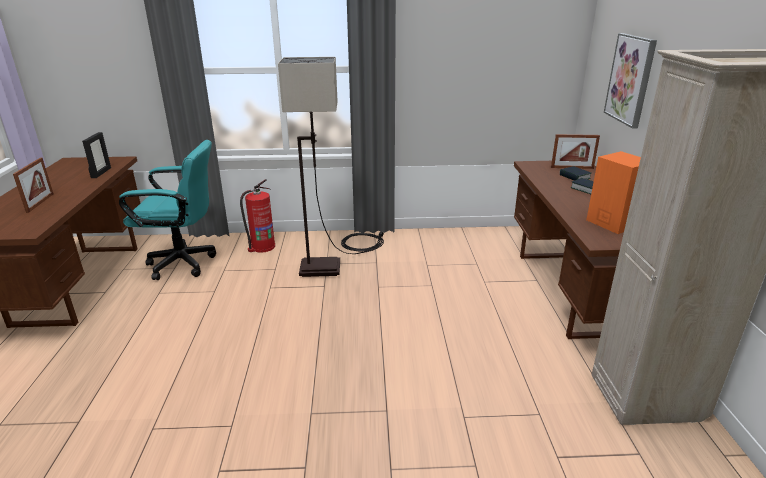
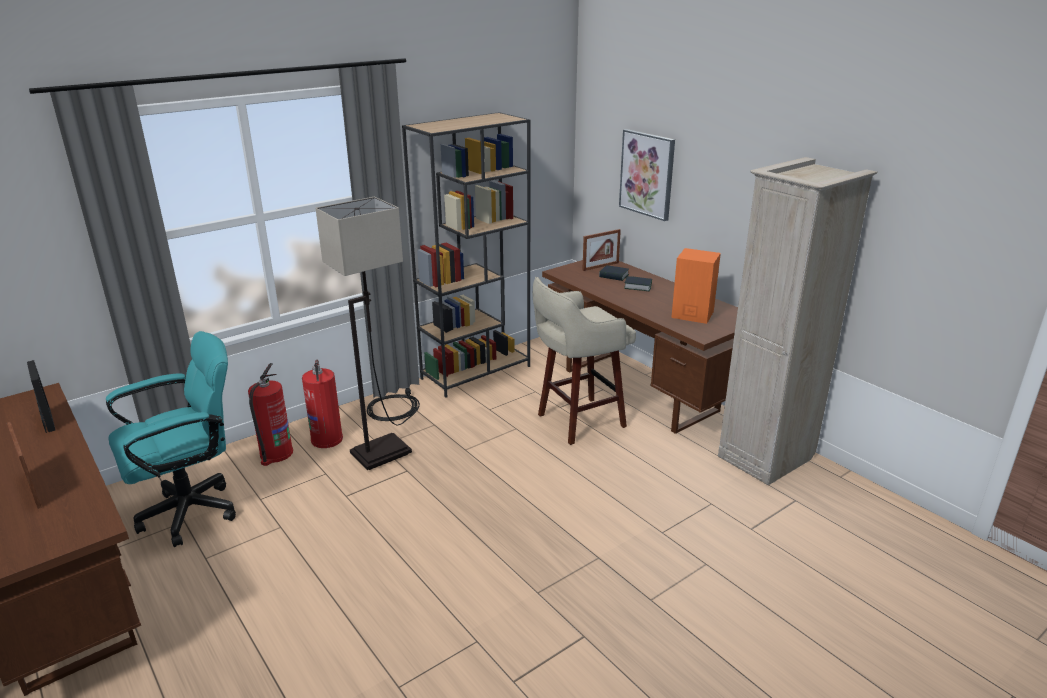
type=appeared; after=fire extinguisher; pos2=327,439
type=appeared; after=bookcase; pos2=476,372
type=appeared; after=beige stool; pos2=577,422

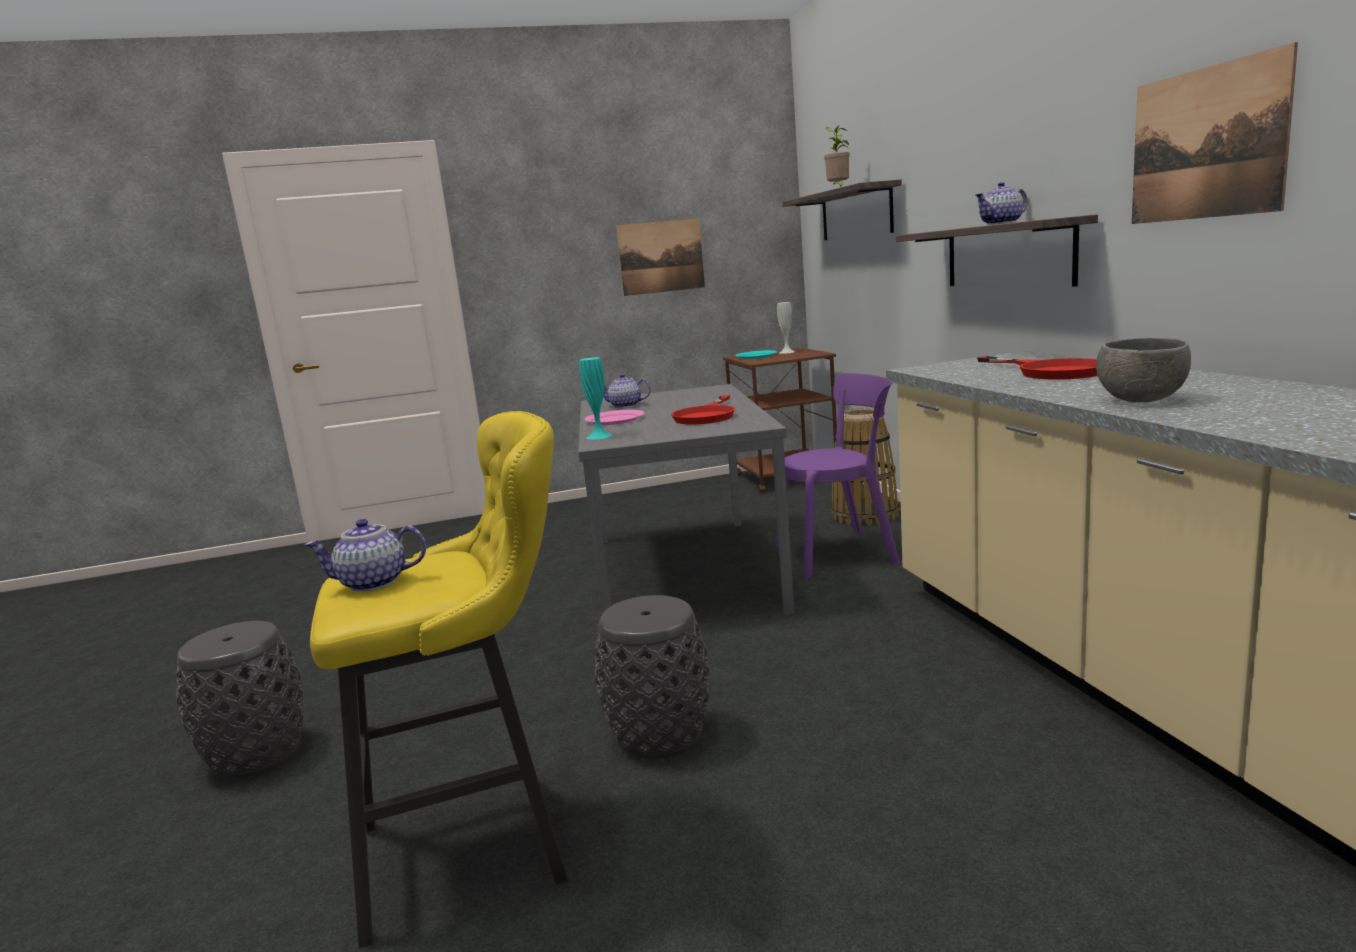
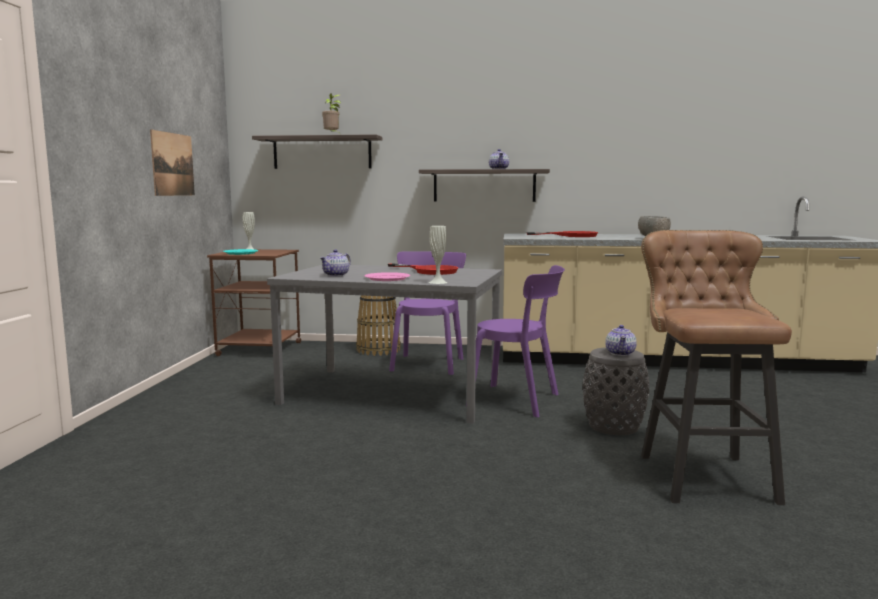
type=missing; before=grey stool; pos1=257,755
type=missing; before=picture; pos1=1206,144
type=appeared; after=purple chair; pos2=518,401
type=relocated; before=teapot; pos1=374,583; pos2=620,353
type=colour; before=yellow stool; after=brown stool; pos1=489,843; pos2=701,471
type=colour; before=turquoise vase; after=white vase; pos1=599,436; pos2=438,282

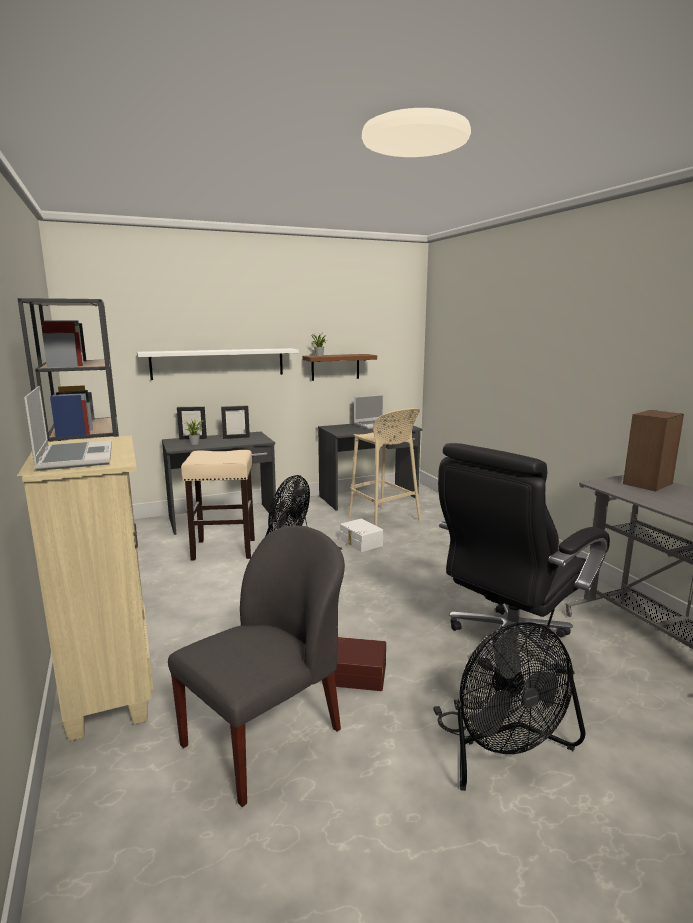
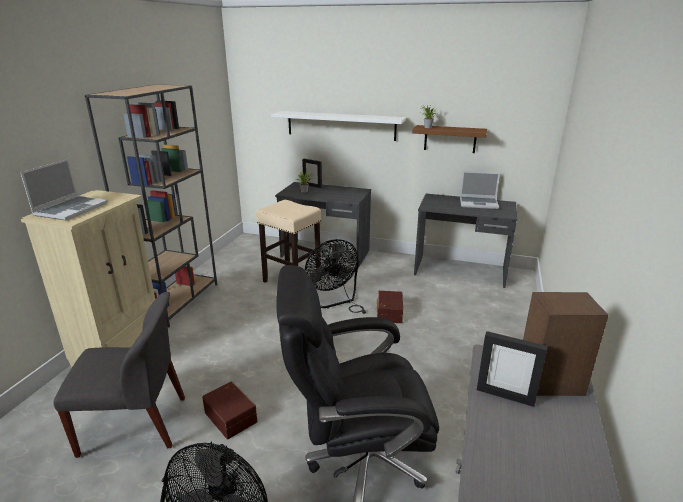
type=missing; before=beige stool; pos1=383,520
type=relocated; before=picture frame; pos1=236,437; pos2=505,395
type=colour; before=white storage box; after=brown storage box; pos1=360,543; pos2=388,313

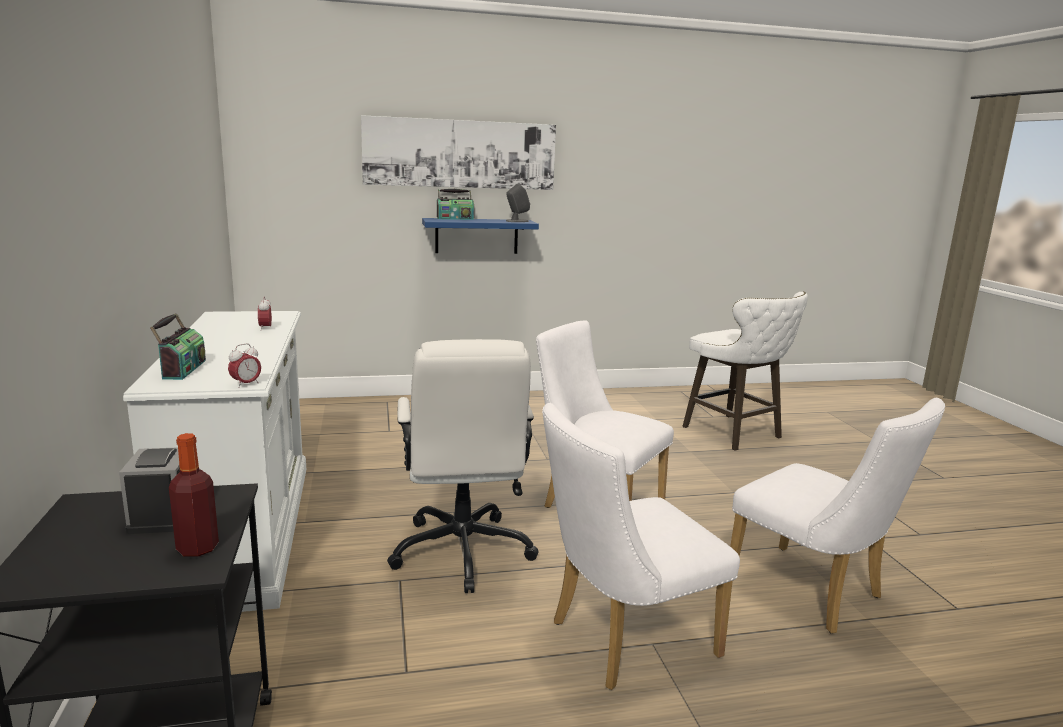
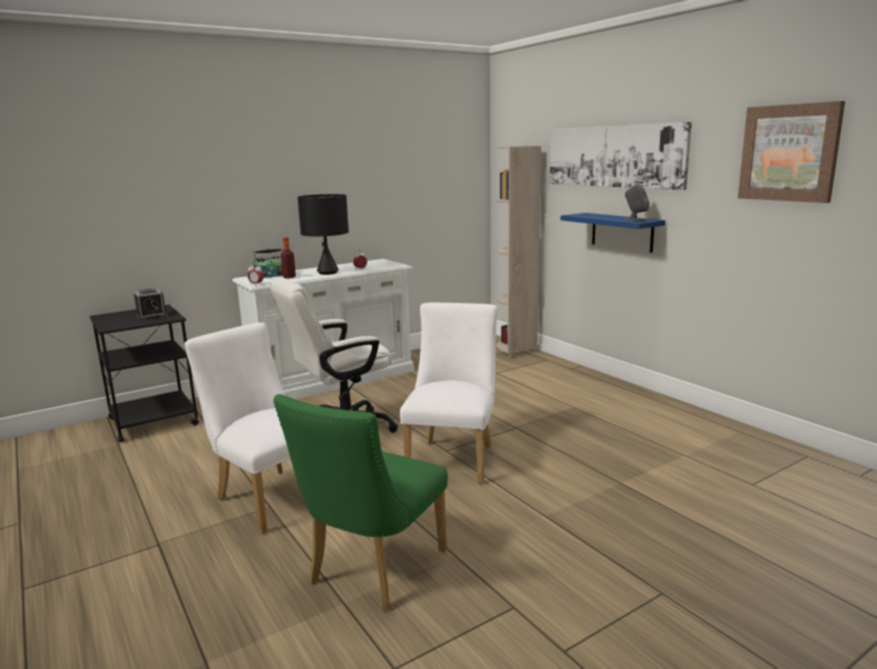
type=missing; before=radio; pos1=455,218
type=missing; before=white stool; pos1=735,433
type=appeared; after=black table lamp; pos2=328,273
type=appeared; after=beige bookcase; pos2=513,351
type=appeared; after=picture; pos2=789,153
type=relocated; before=bottle; pos1=197,548; pos2=289,277
type=colour; before=white chair; after=green chair; pos1=814,593; pos2=371,571

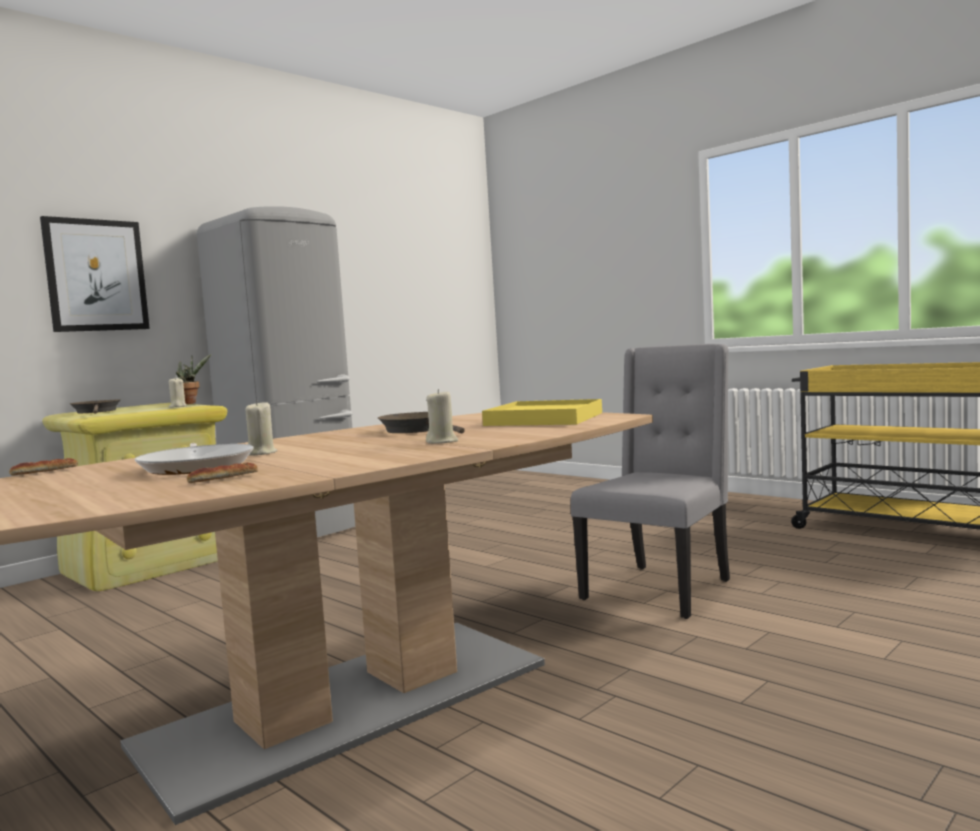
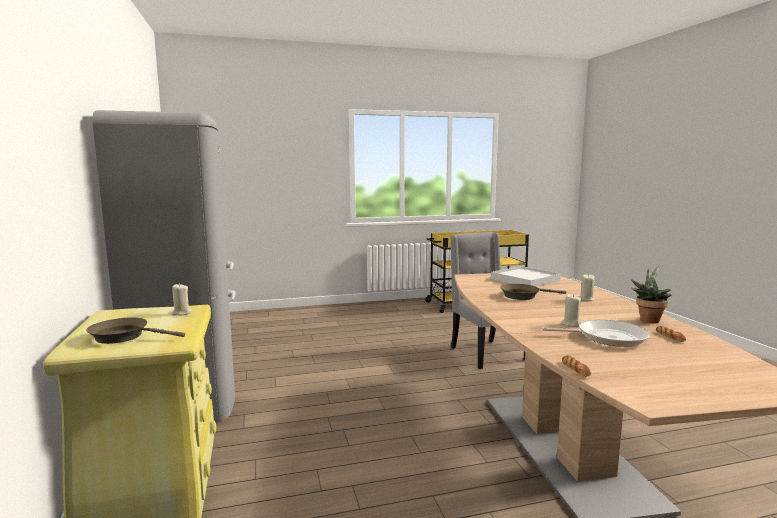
type=missing; before=picture; pos1=96,275
type=relocated; before=potted plant; pos1=190,403; pos2=648,319
type=colour; before=yellow tray; after=white tray; pos1=544,419; pos2=525,280

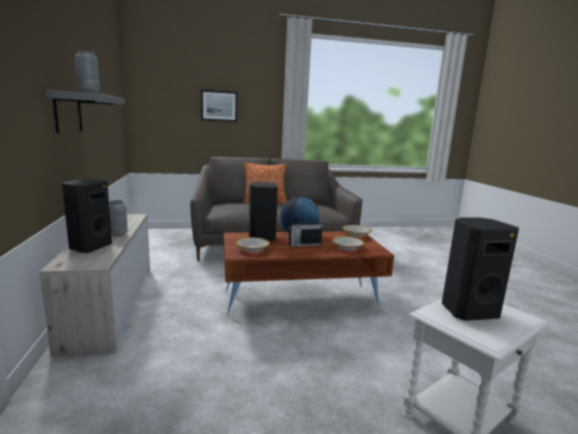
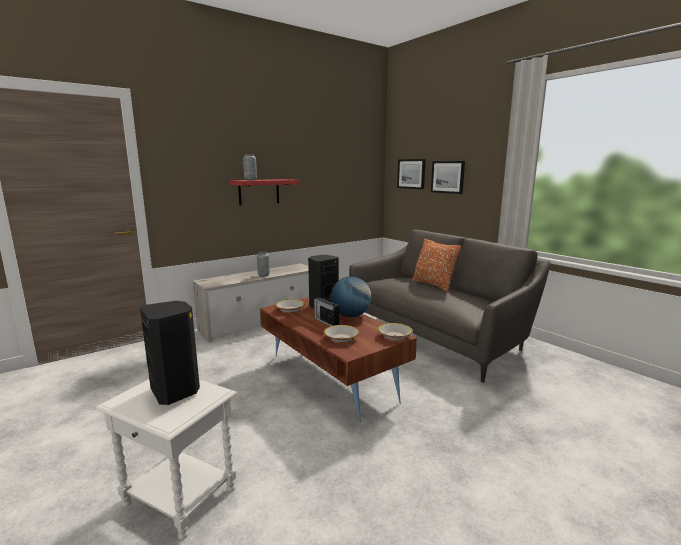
type=missing; before=black speaker; pos1=89,247
type=appeared; after=picture; pos2=411,174
type=colour; before=grey shelf; after=red shelf; pos1=68,112; pos2=259,192

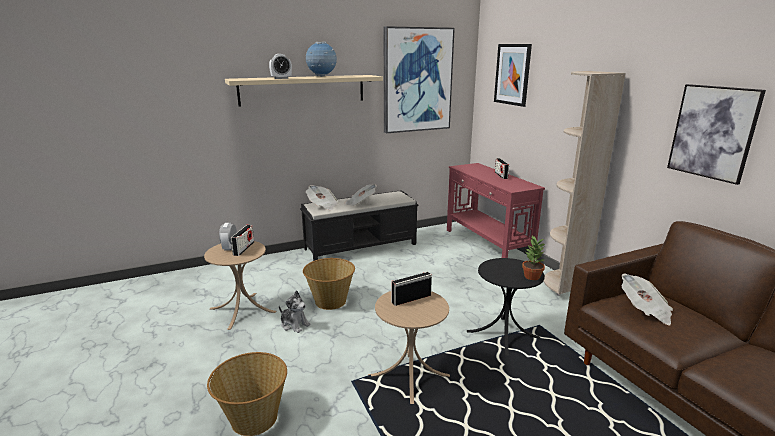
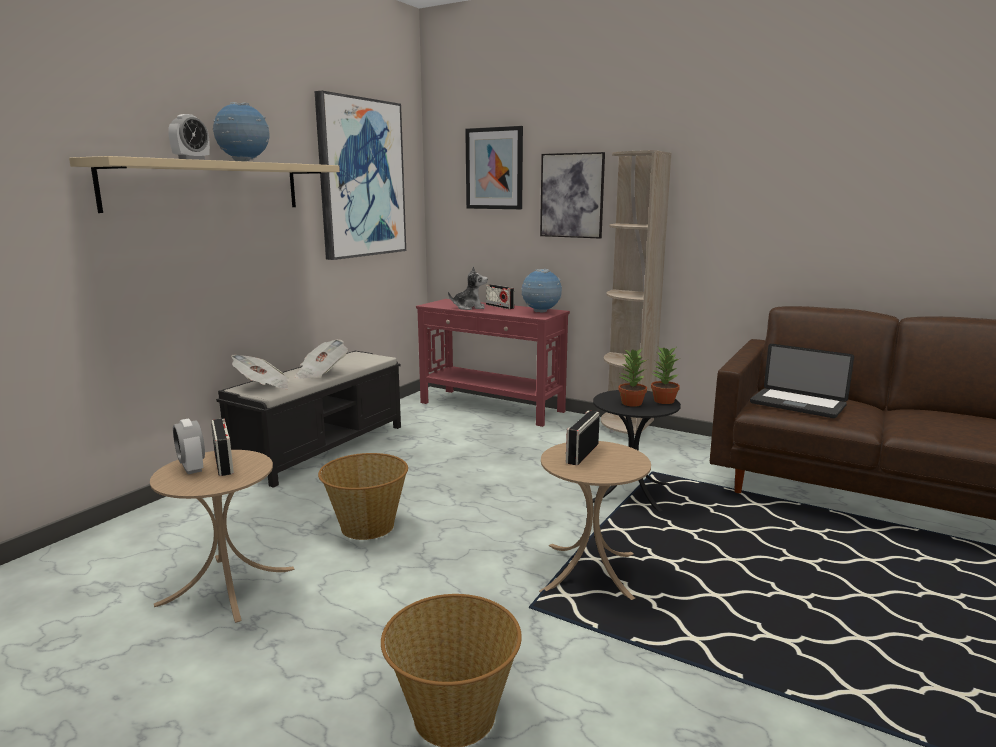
type=appeared; after=globe; pos2=541,312
type=appeared; after=potted plant; pos2=631,403
type=relocated; before=plush toy; pos1=294,324; pos2=469,308
type=relocated; before=picture; pos1=713,132; pos2=572,195
type=exchanged; before=newspaper; after=laptop; pos1=644,311; pos2=797,404

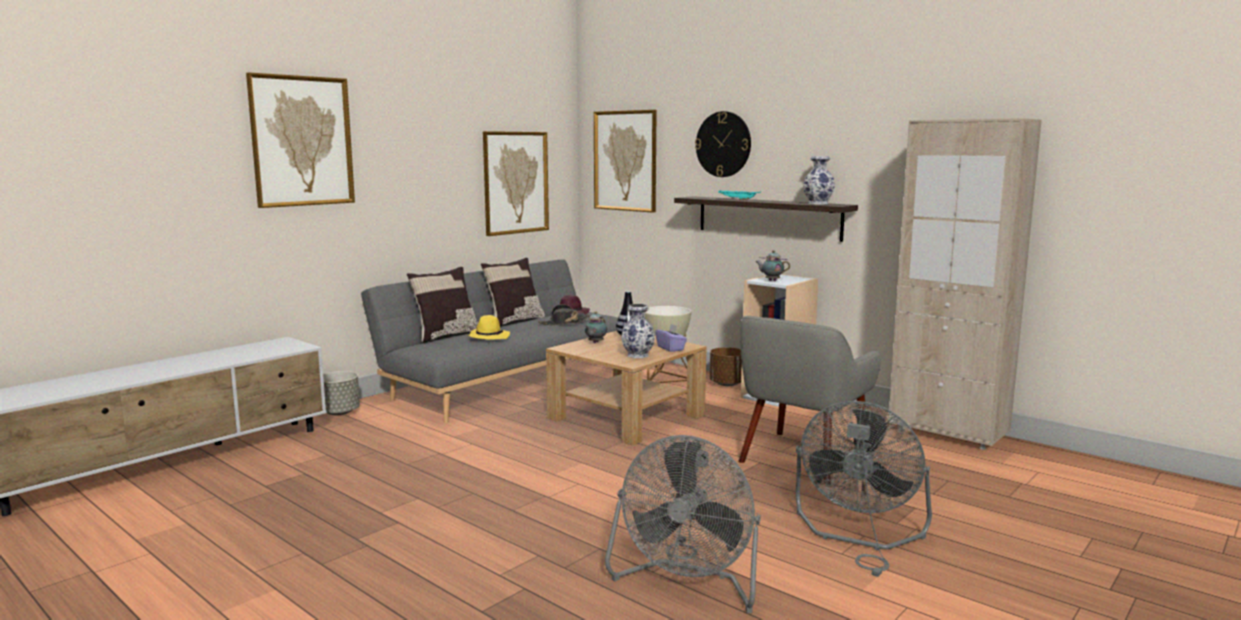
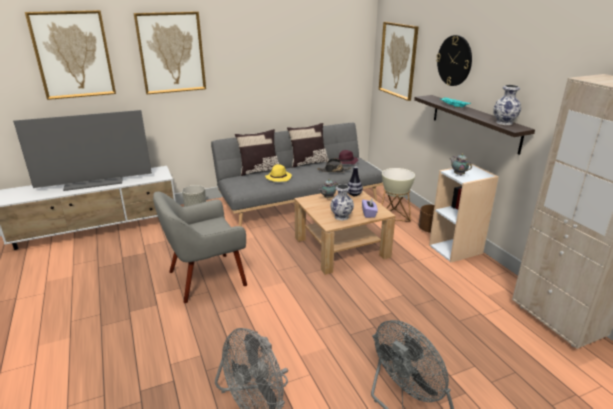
type=appeared; after=television; pos2=95,182
type=relocated; before=picture; pos1=515,182; pos2=73,55
type=relocated; before=grey armchair; pos1=802,457; pos2=205,278

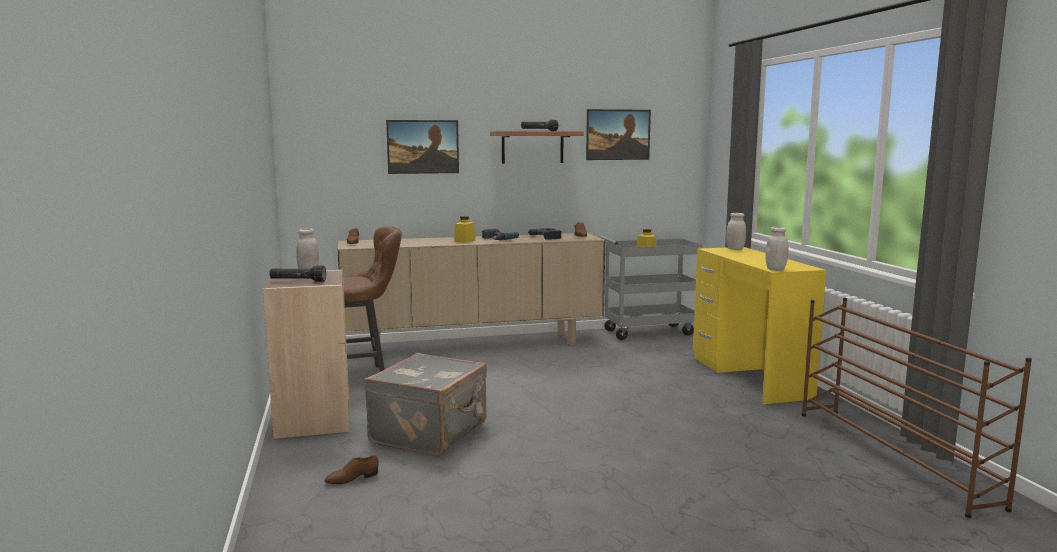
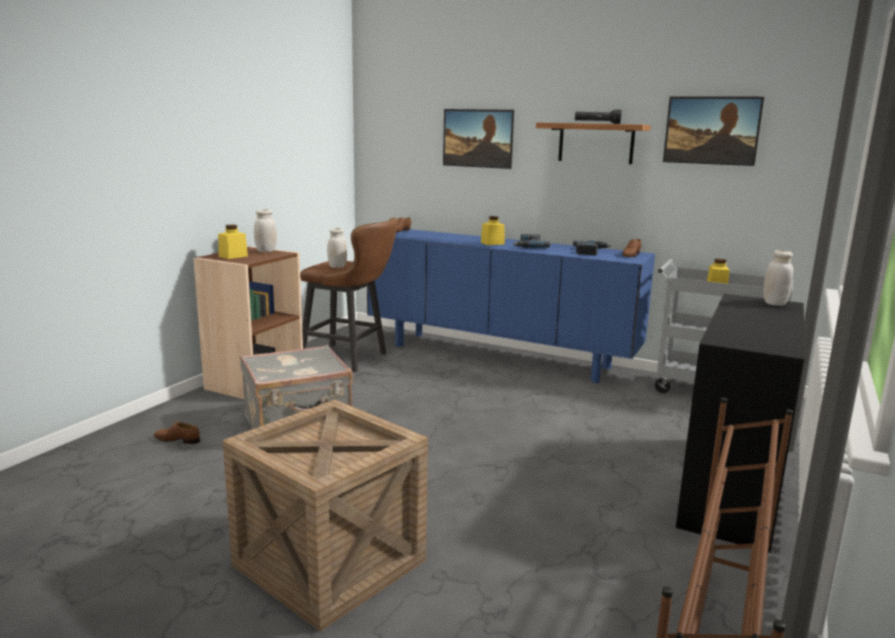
type=appeared; after=crate; pos2=330,563
type=relocated; before=white jar; pos1=775,269; pos2=337,266
type=exchanged; before=black flashlight; after=yellow jar; pos1=298,281; pos2=233,256
type=colour; before=beige cabinet; after=blue cabinet; pos1=474,345; pos2=499,356
type=colour; before=yellow desk; after=black desk; pos1=750,377; pos2=733,487

